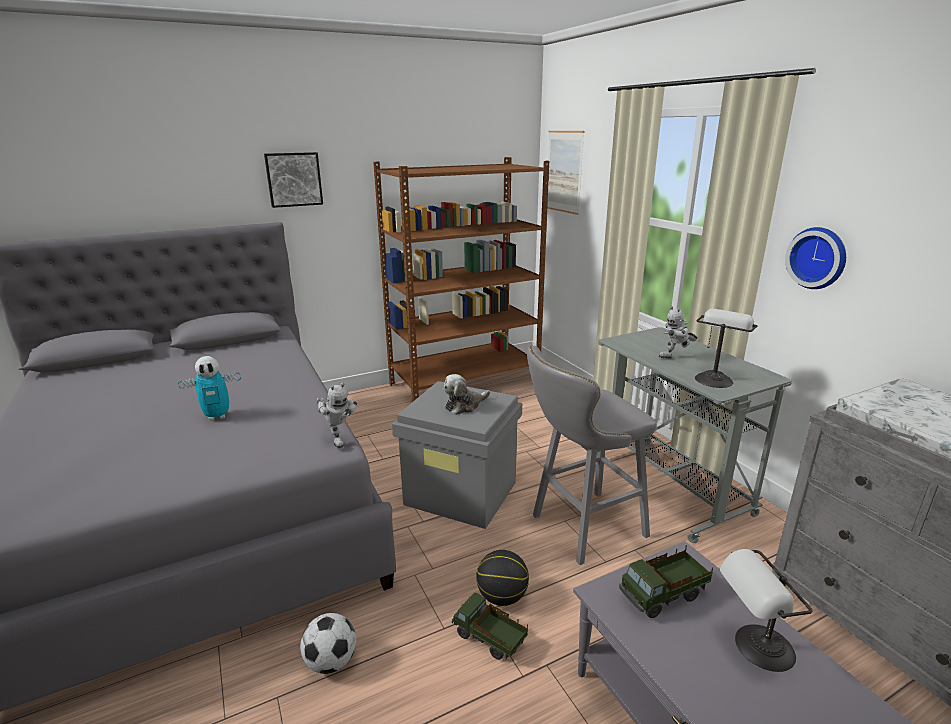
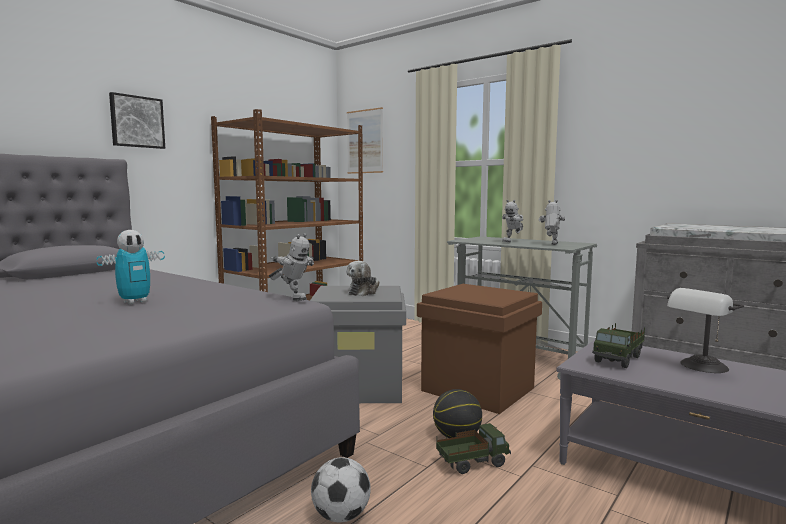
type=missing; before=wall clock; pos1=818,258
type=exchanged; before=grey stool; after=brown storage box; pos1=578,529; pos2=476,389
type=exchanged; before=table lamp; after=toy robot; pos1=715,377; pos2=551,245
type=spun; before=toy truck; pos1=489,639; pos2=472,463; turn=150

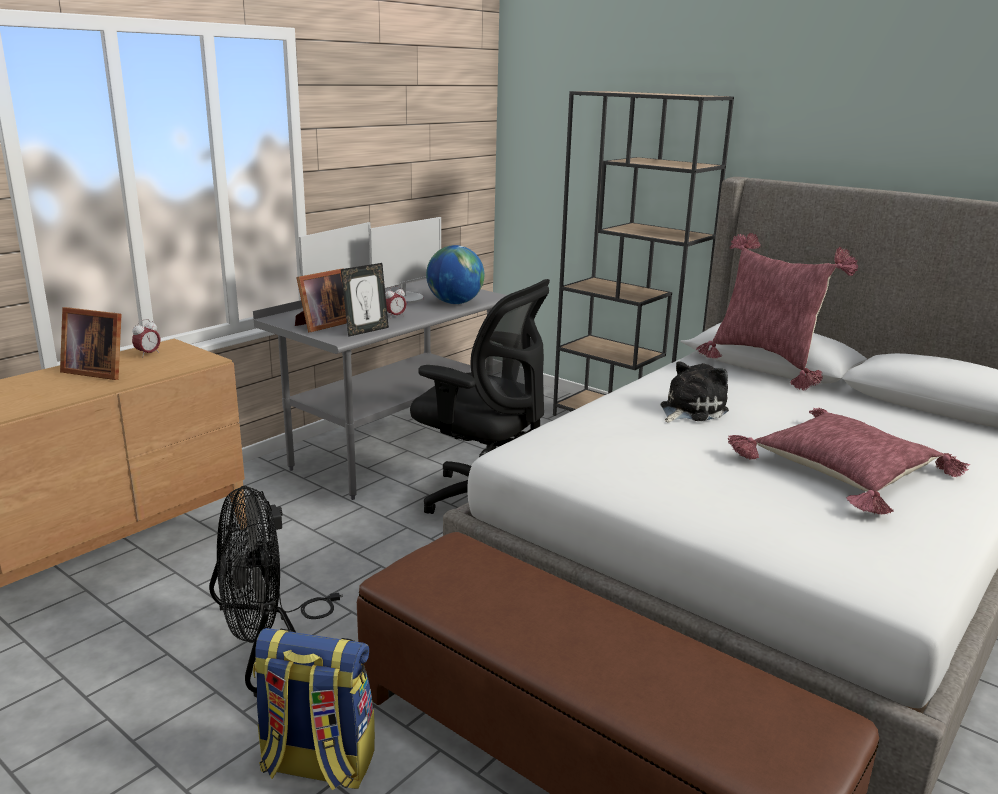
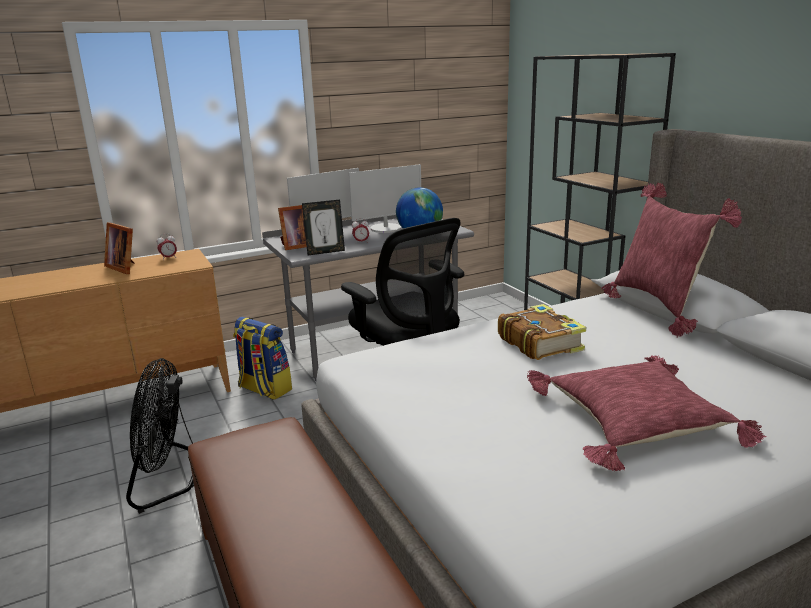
type=relocated; before=backpack; pos1=316,764; pos2=264,389
type=exchanged; before=plush toy; after=book; pos1=690,410; pos2=539,343

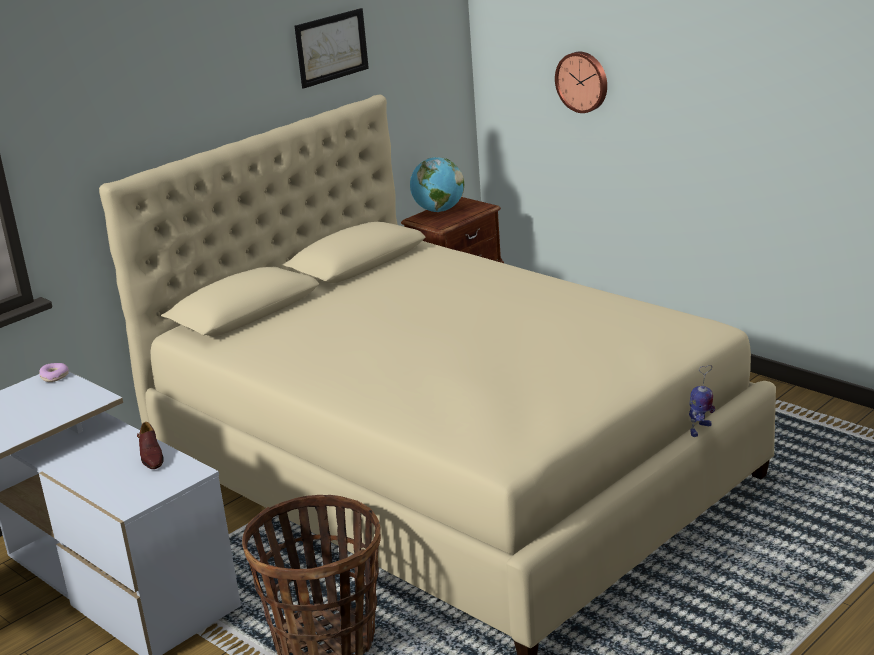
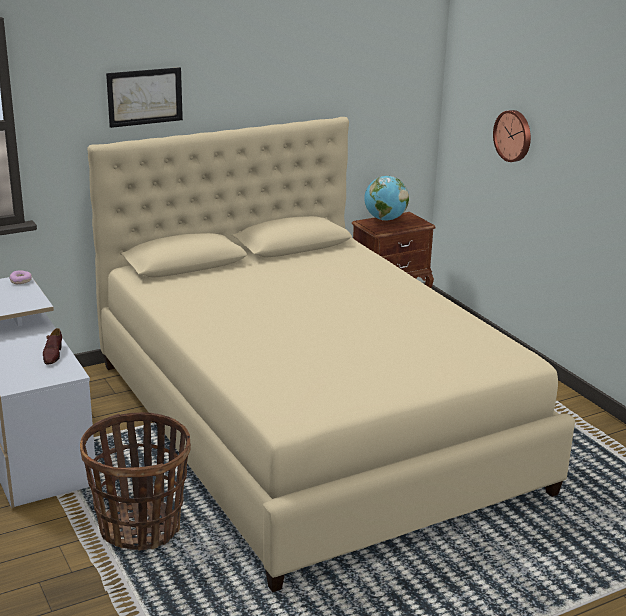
type=missing; before=toy robot; pos1=700,429
type=relocated; before=picture; pos1=331,47; pos2=145,97

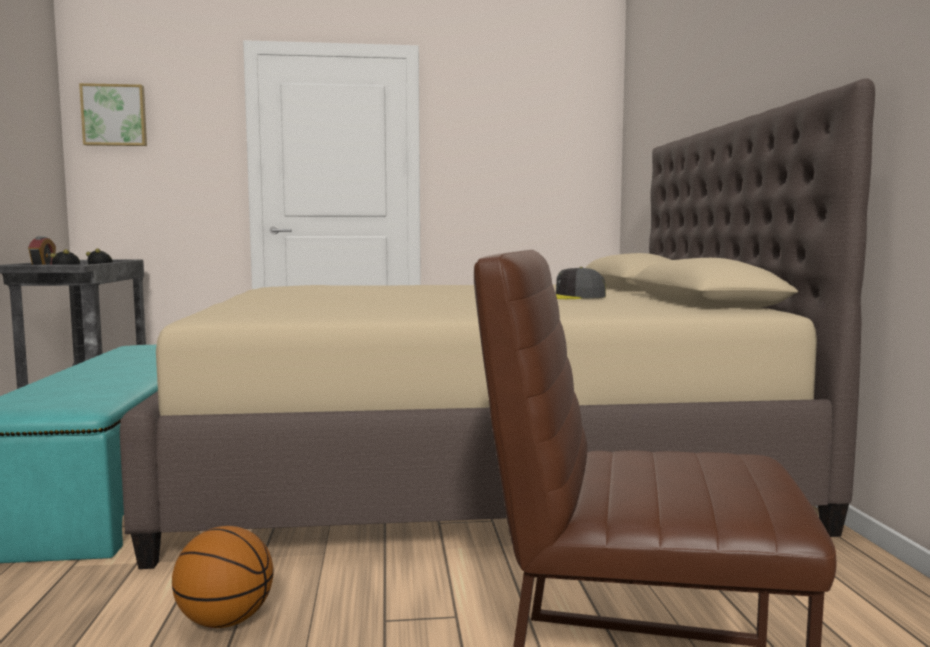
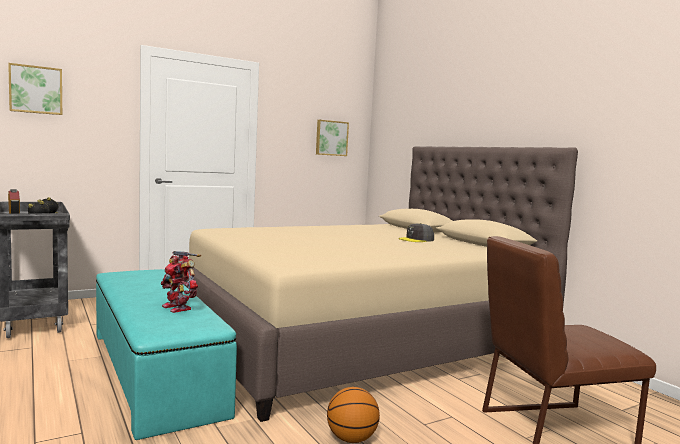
type=appeared; after=toy robot; pos2=178,307
type=appeared; after=picture; pos2=331,138

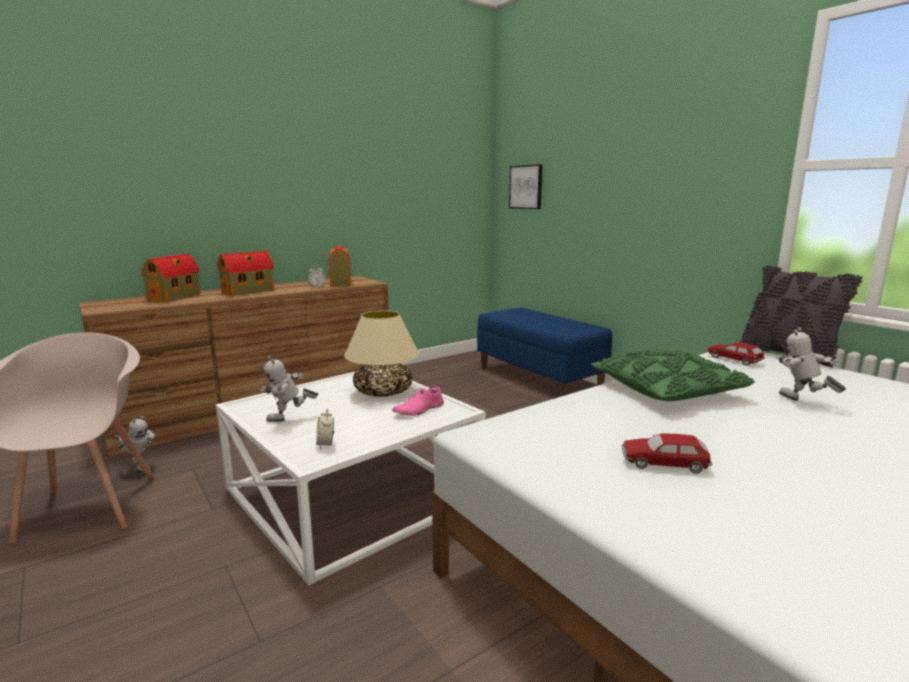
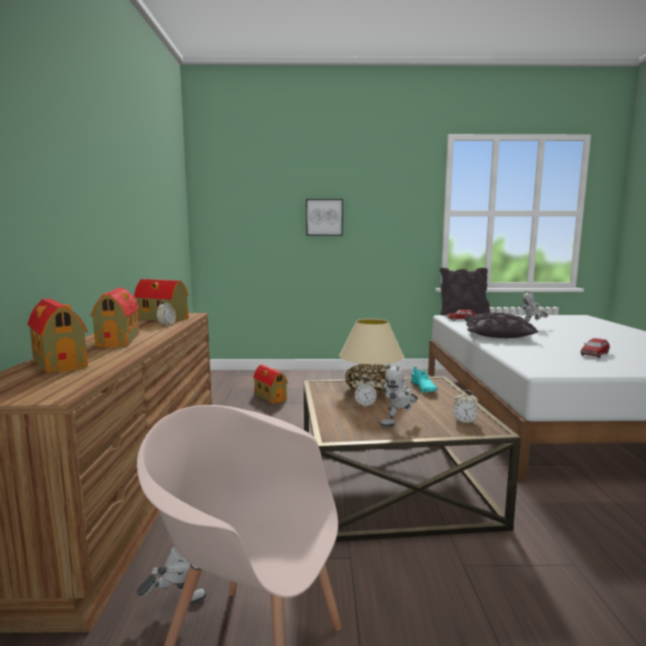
type=missing; before=blue bench; pos1=539,378
type=appeared; after=toy house; pos2=270,397
type=appeared; after=alarm clock; pos2=365,405
type=relocated; before=picture; pos1=526,187; pos2=324,217
type=colour; before=white coffee table; after=brown coffee table; pos1=354,493; pos2=391,482
type=colour; before=pink shoe; after=turquoise shoe; pos1=418,410; pos2=423,388
type=colour; before=green pillow; after=black pillow; pos1=667,390; pos2=497,335
type=spun; before=toy robot; pos1=290,420; pos2=399,424; turn=45

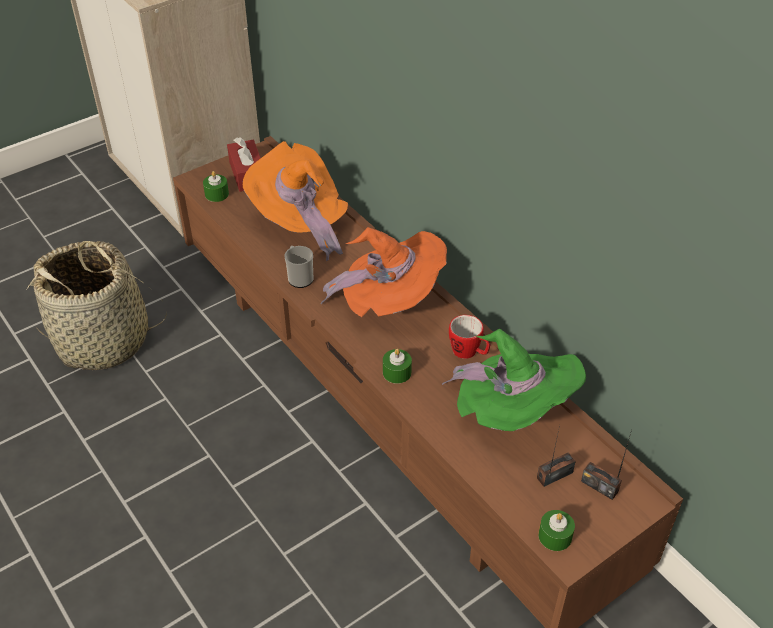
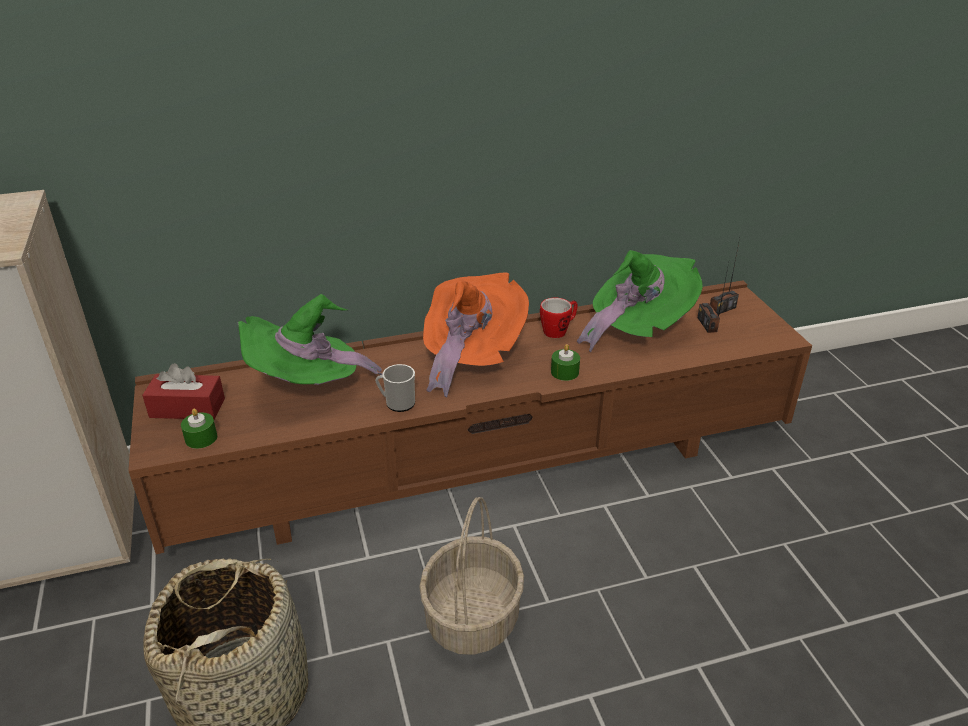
type=missing; before=green candle; pos1=555,536
type=appeared; after=basket; pos2=473,618
type=colour; before=orange hat; after=green hat; pos1=300,222; pos2=309,386

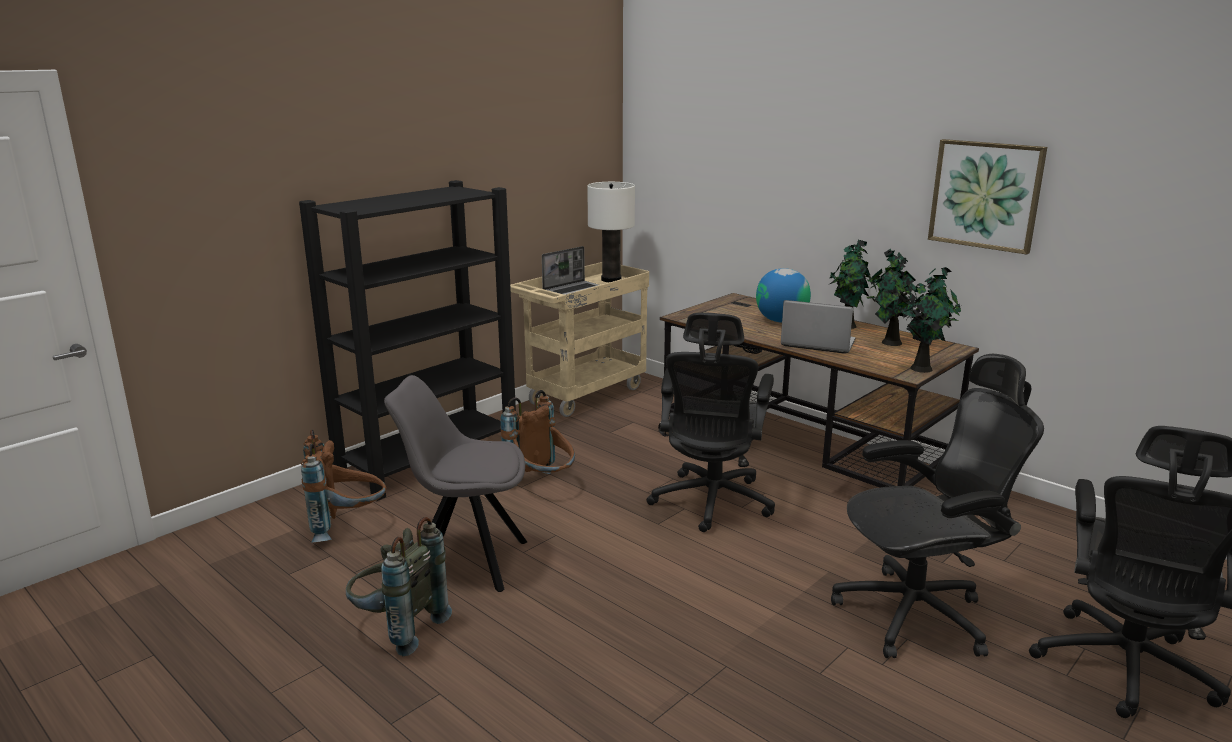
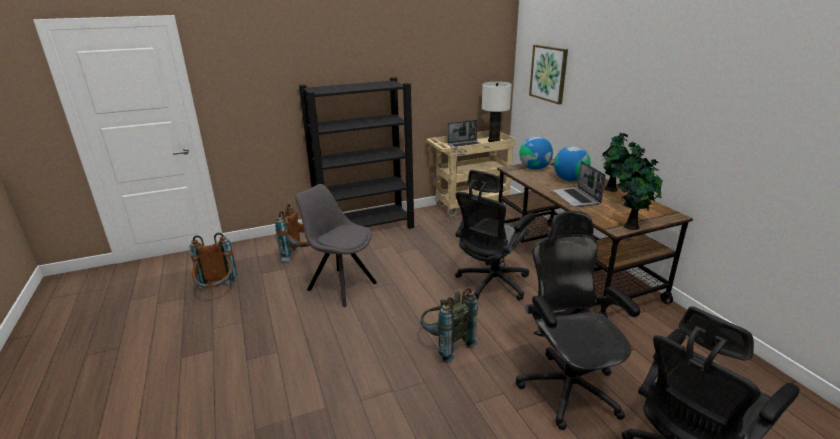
type=appeared; after=globe; pos2=534,168
type=relocated; before=grey backpack; pos1=397,629; pos2=445,344
type=relocated; before=brown backpack; pos1=542,486; pos2=218,292
type=relocated; before=picture; pos1=985,195; pos2=548,73
type=spun; before=laptop; pos1=816,343; pos2=576,198; turn=-150
type=spun; before=office chair; pos1=919,614; pos2=567,386; turn=-105

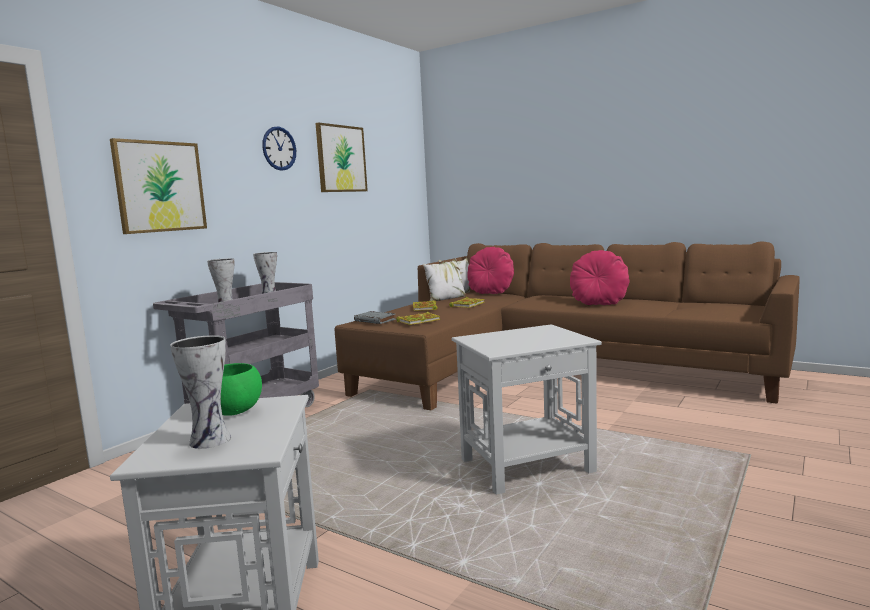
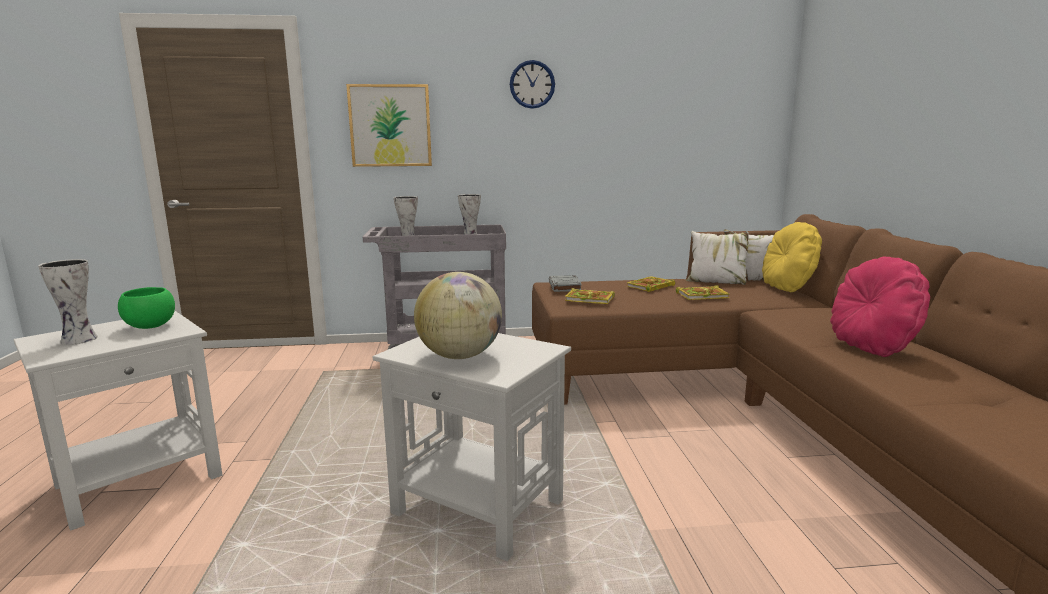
type=missing; before=picture; pos1=341,159
type=appeared; after=globe; pos2=460,356
type=colour; before=pink pillow; after=yellow pillow; pos1=491,293; pos2=787,289

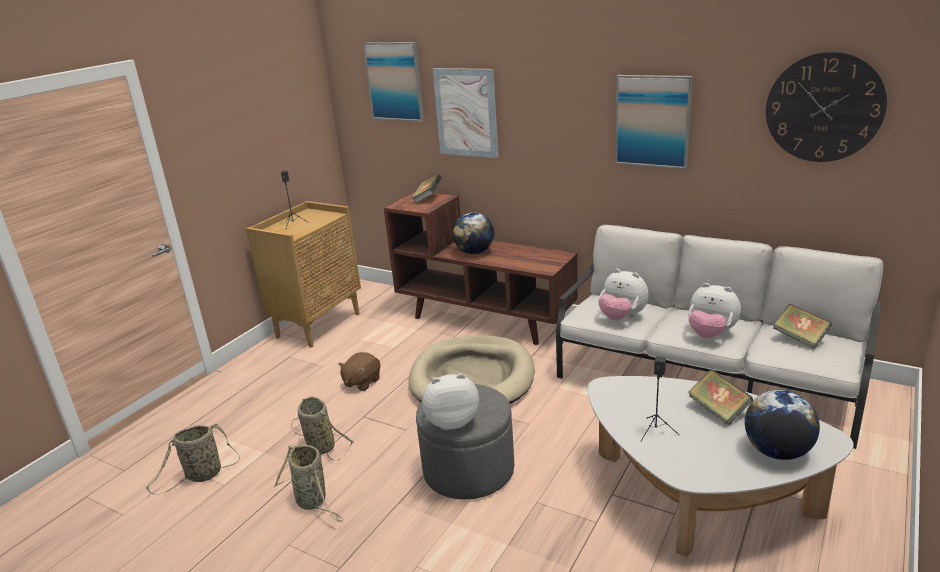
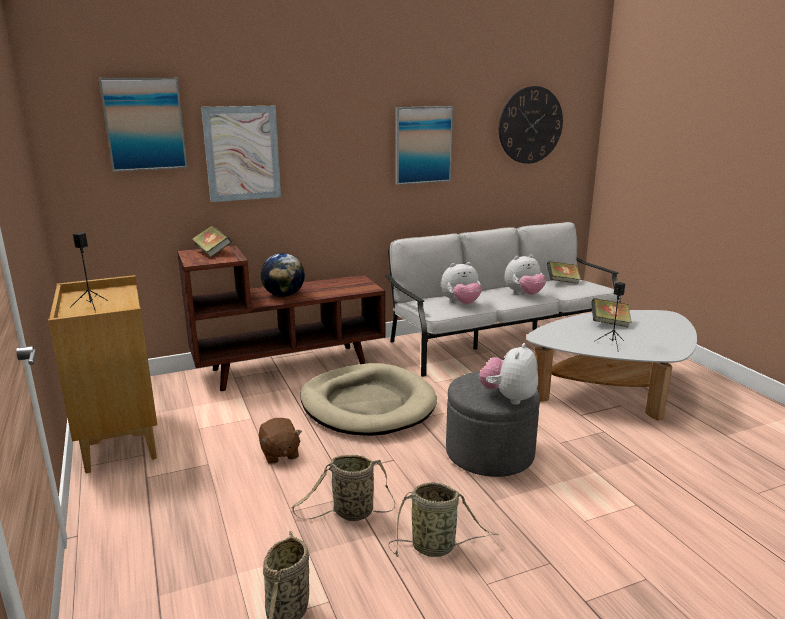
type=missing; before=globe; pos1=777,452

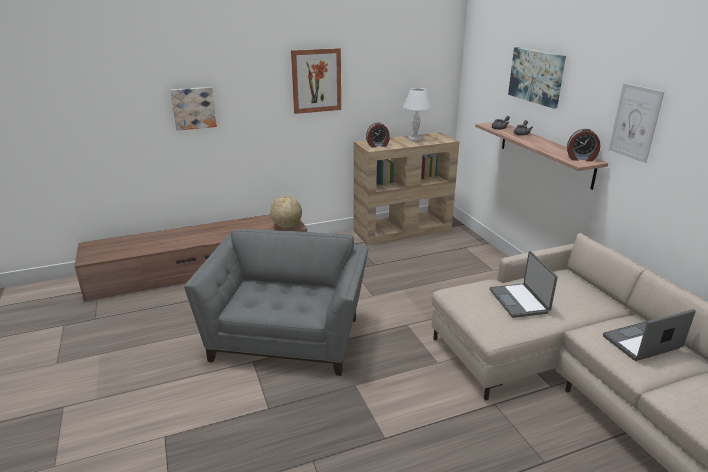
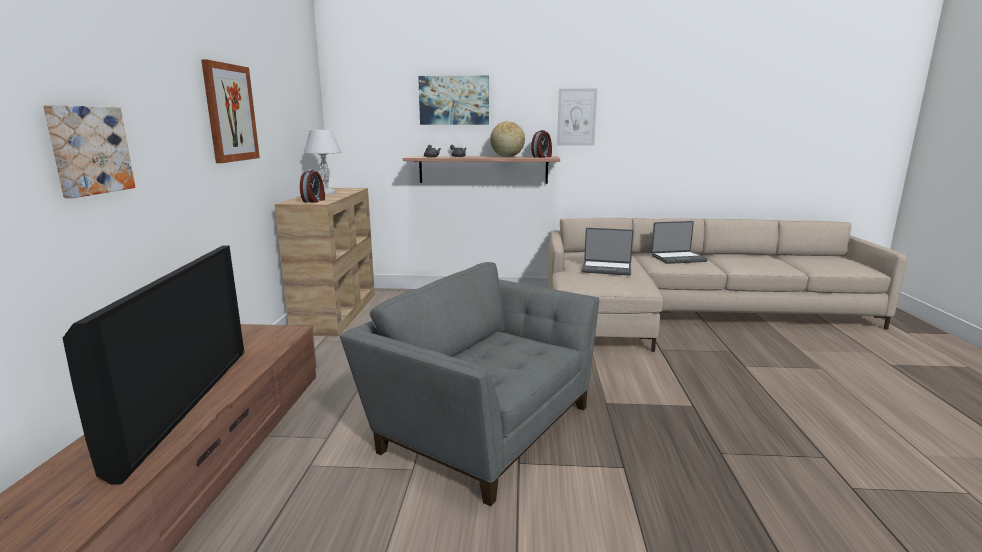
type=appeared; after=television; pos2=181,403
type=relocated; before=globe; pos1=286,226; pos2=507,157
type=spun; before=laptop; pos1=642,343; pos2=678,258; turn=-105

